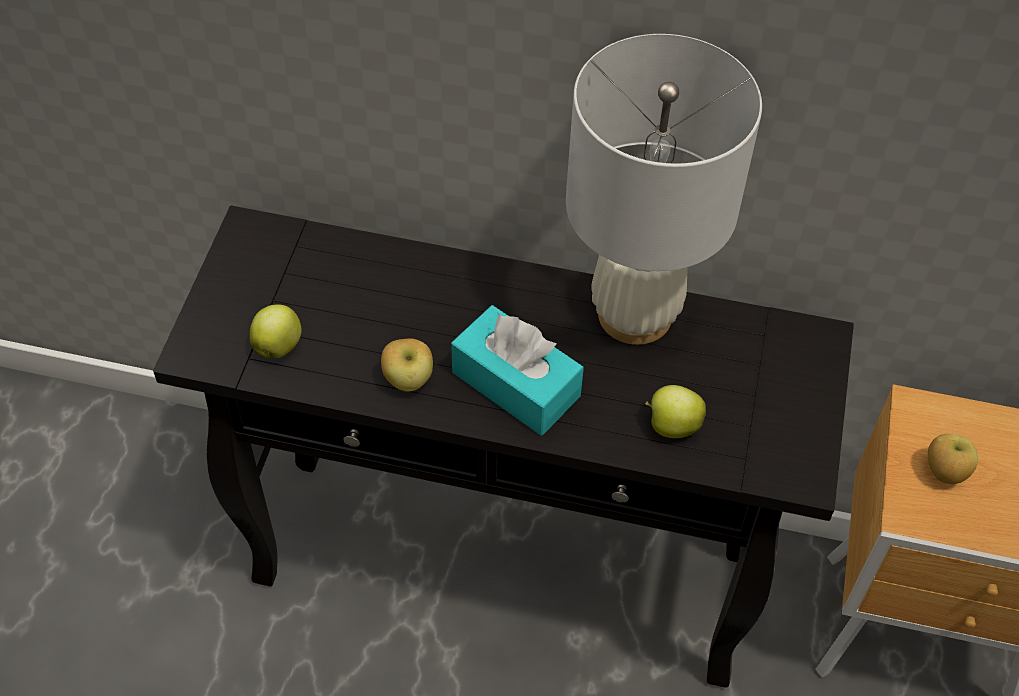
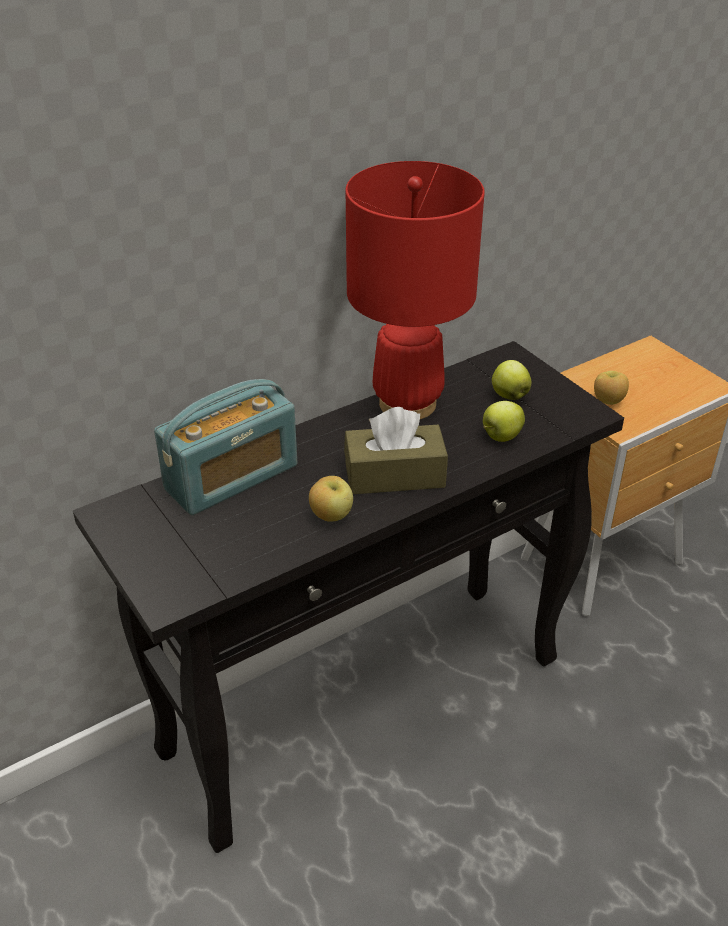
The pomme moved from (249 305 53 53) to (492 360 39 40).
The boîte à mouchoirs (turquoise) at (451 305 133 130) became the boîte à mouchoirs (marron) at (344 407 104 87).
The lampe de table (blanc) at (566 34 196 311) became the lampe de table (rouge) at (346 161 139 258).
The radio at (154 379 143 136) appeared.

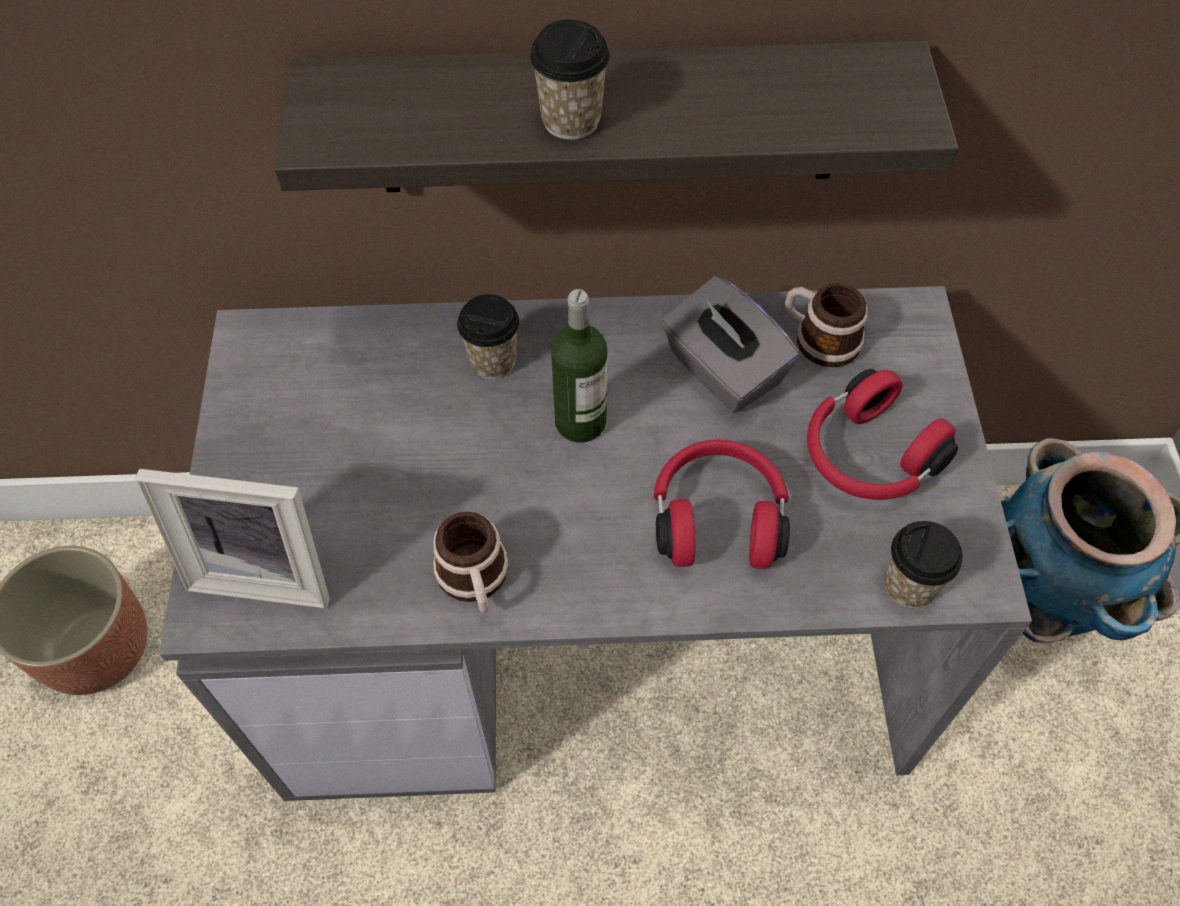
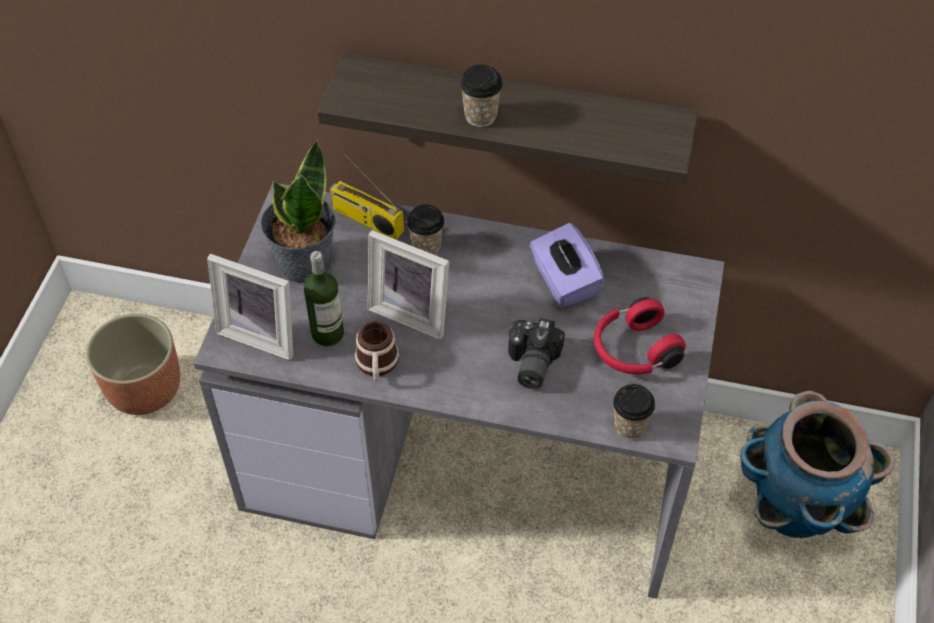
The bouteille moved from (551 289 56 154) to (304 251 40 95).
The casque audio (rouge) at (654 440 136 129) was replaced by the appareil photo at (508 318 57 71).
The boîte à mouchoirs (gris) at (661 276 139 137) became the boîte à mouchoirs (violet) at (530 223 74 85).
The mug at (785 283 83 84) disappeared.
The plante en pot at (260 139 76 145) appeared.
The radio at (330 154 74 86) appeared.
The cadre photo at (368 230 81 110) appeared.

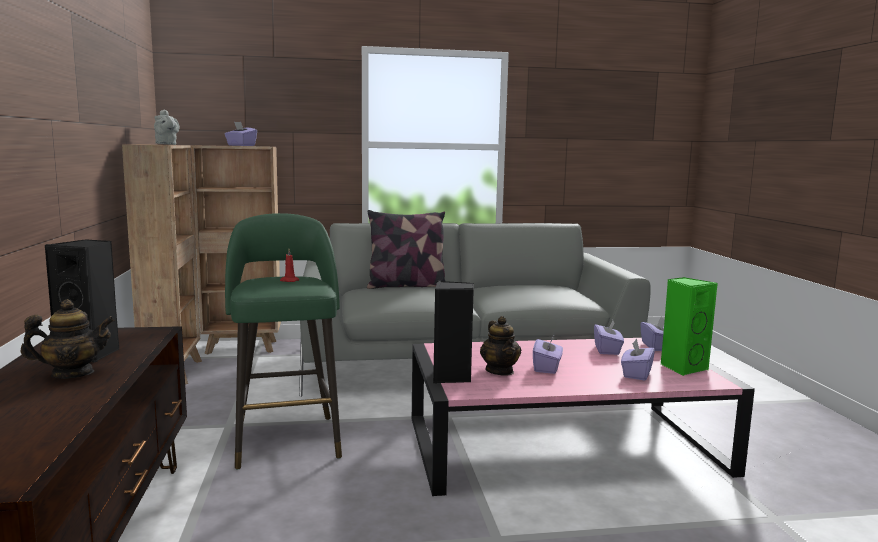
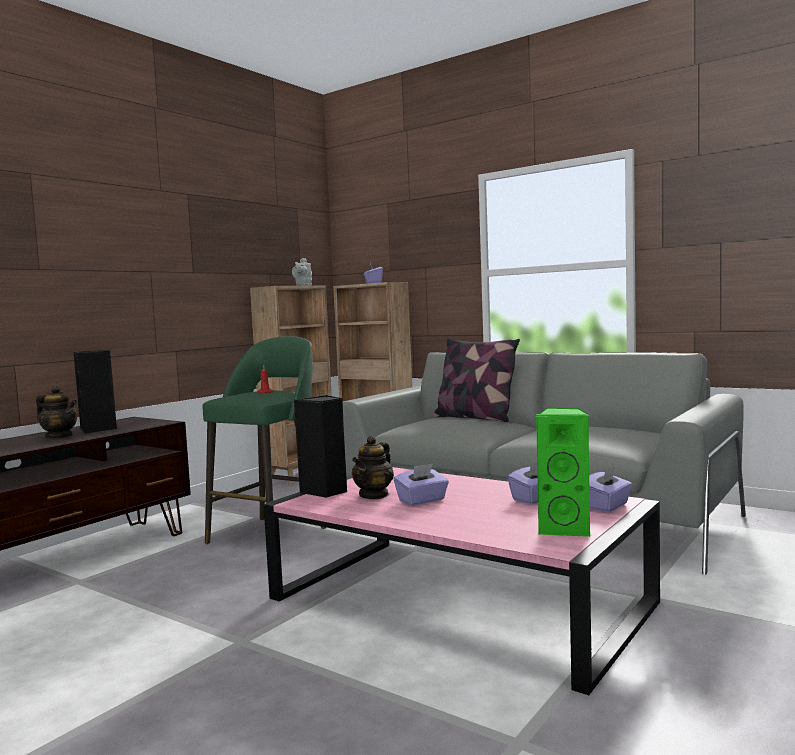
The boîte à mouchoirs (violet) at (621 338 34 42) disappeared.

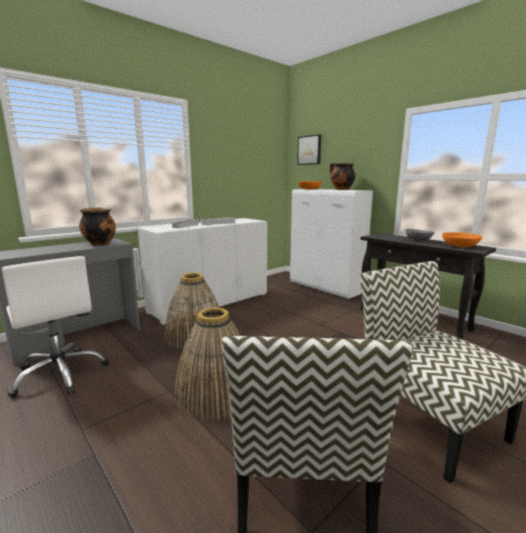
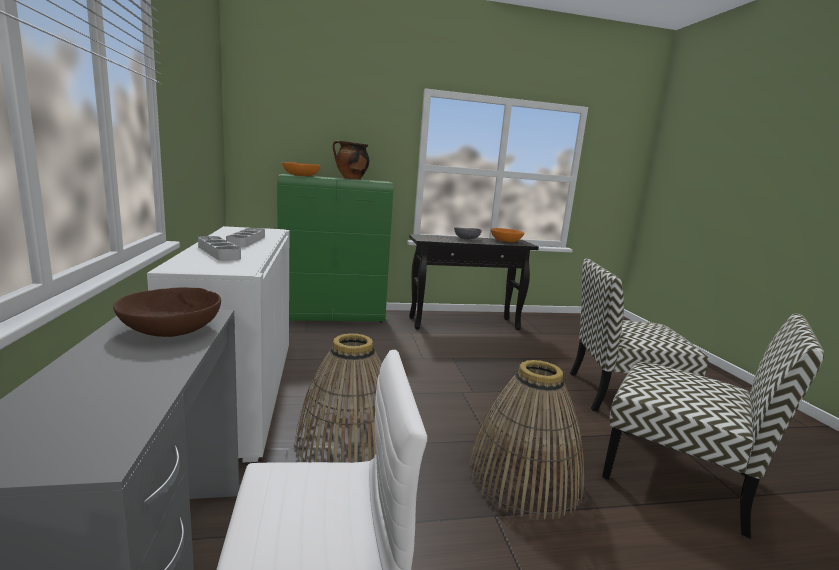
The marmite at (79 207 37 39) was replaced by the bol (marron) at (113 287 108 50).
The meuble de rangement (blanc) at (290 189 83 111) became the meuble de rangement (vert) at (277 174 117 149).
The tableau at (297 134 24 31) disappeared.

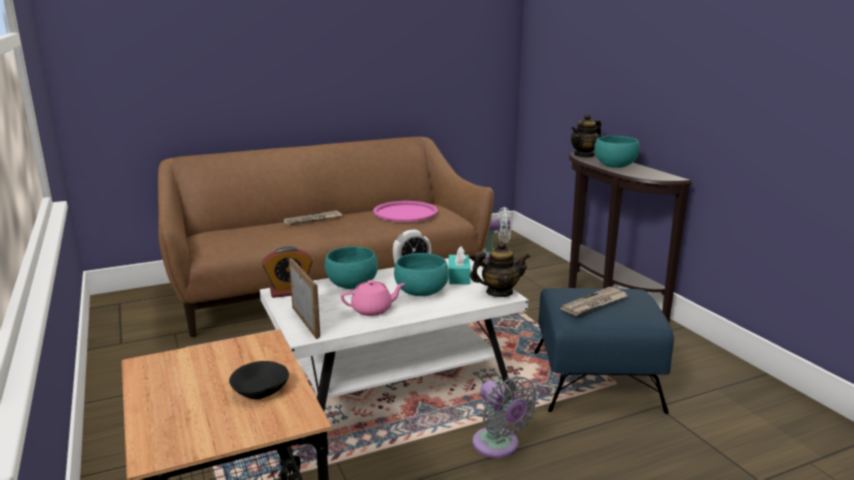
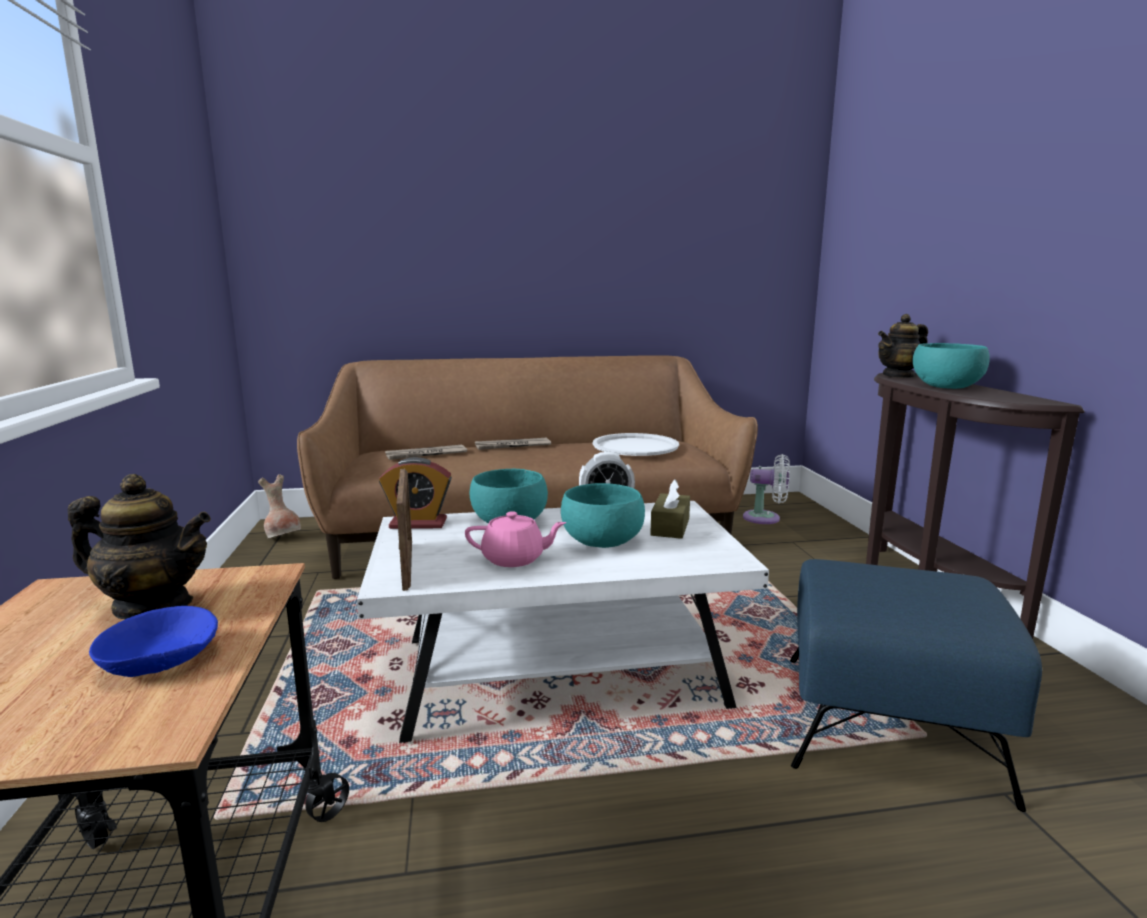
The bol (noir) at (229 361 60 39) became the bol (bleu) at (89 606 129 71).
The plateau (rose) at (373 201 65 21) became the plateau (blanc) at (593 433 86 23).
The boîte à mouchoirs (turquoise) at (449 246 22 38) became the boîte à mouchoirs (marron) at (650 479 40 60).
The théière moved from (470 241 60 56) to (68 474 143 145).
The ventilateur (gris) at (473 376 65 82) disappeared.
The journal moved from (560 287 67 29) to (385 445 82 15).
The vase (marron) at (258 474 43 64) appeared.

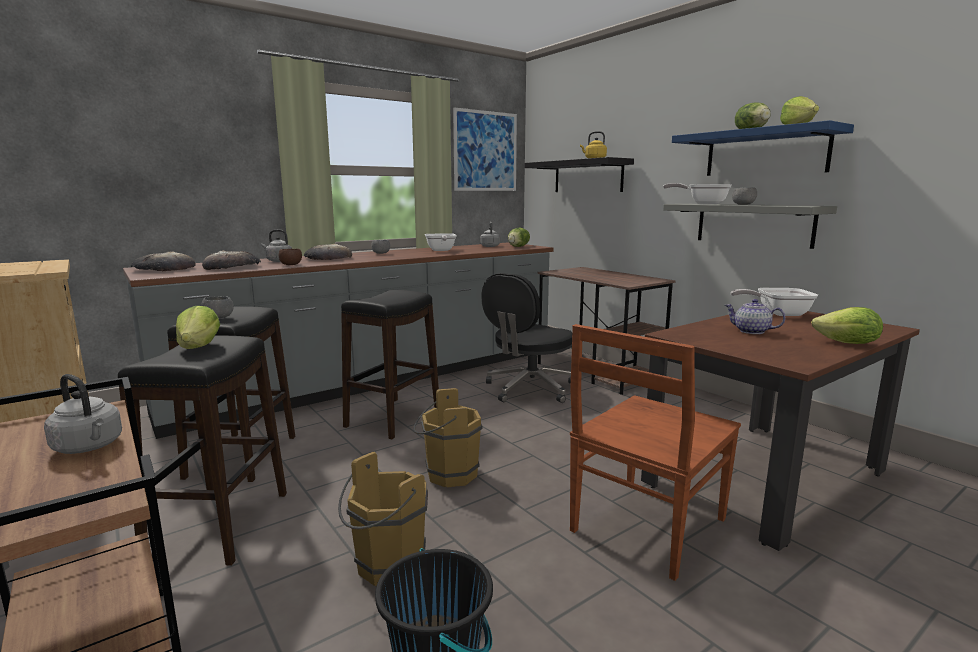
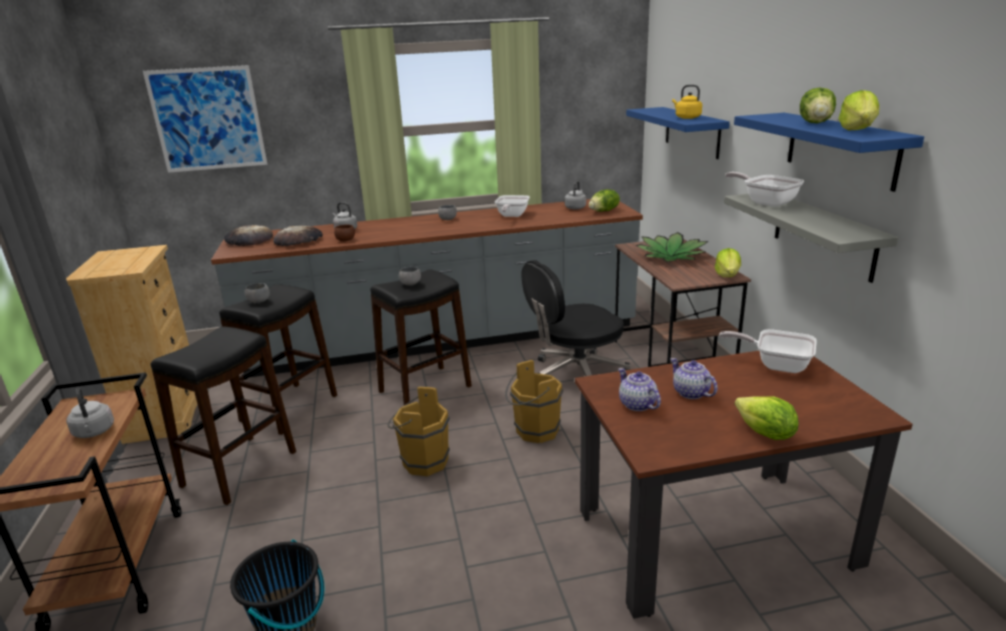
The laitue moved from (176 306 44 43) to (715 248 26 29).
The pain at (304 244 48 16) disappeared.
The seau (marron) moved from (338 452 90 134) to (505 360 58 83).
The tableau moved from (453 107 64 84) to (143 65 124 108).
The étagère (noir) at (525 157 109 35) became the étagère (bleu) at (626 107 104 52).
The chaise (marron) at (570 324 171 257) disappeared.
The bol (gris) moved from (732 187 25 18) to (399 266 22 19).
The théière at (618 368 43 43) appeared.
The plante en pot at (635 232 73 30) appeared.

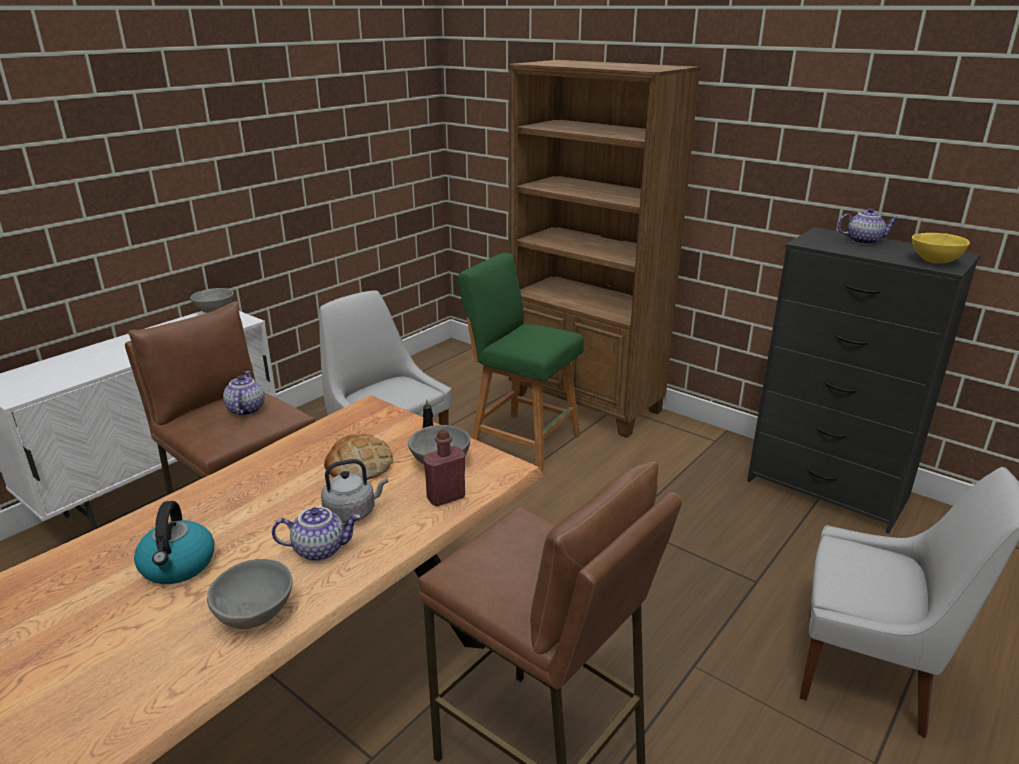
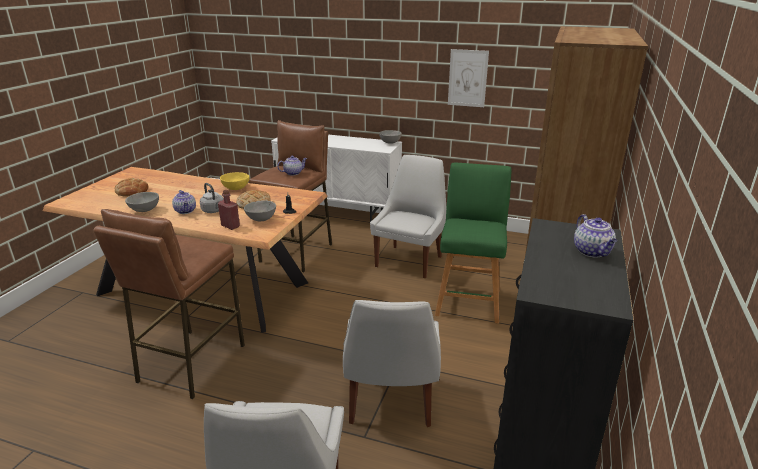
The bouilloire at (134 501 80 83) disappeared.
The bol (jaune) moved from (912 233 58 30) to (220 172 30 18).
The pain at (115 178 33 18) appeared.
The chaise (blanc) at (343 300 98 127) appeared.
The tableau at (448 49 41 58) appeared.

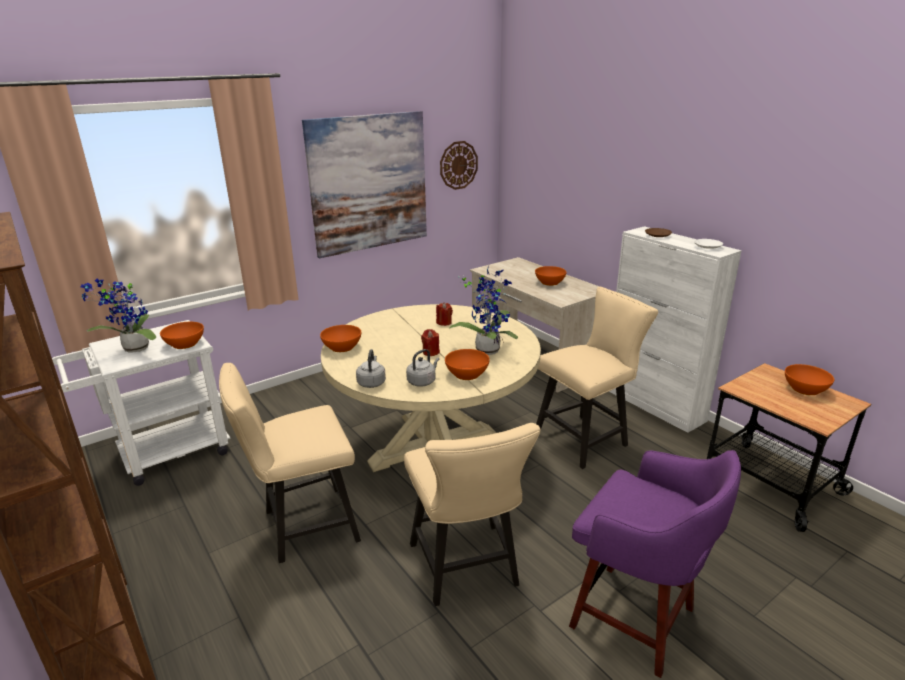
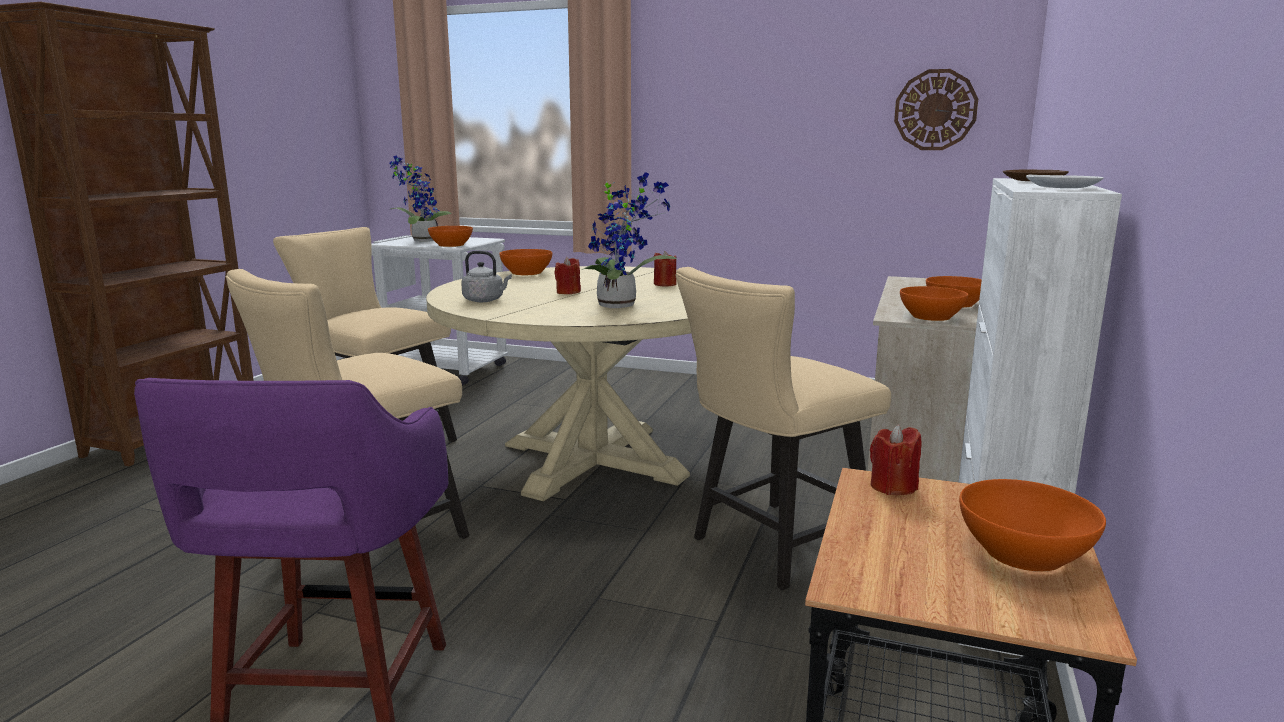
The tableau at (302 111 125 147) disappeared.
The bouilloire (gris) at (356 349 30 39) disappeared.
The bol (orange) moved from (445 349 45 31) to (900 286 68 35).
The chaise (beige) at (536 287 122 182) turned 120 degrees clockwise.
The bougie (rouge) at (870 424 51 71) appeared.

